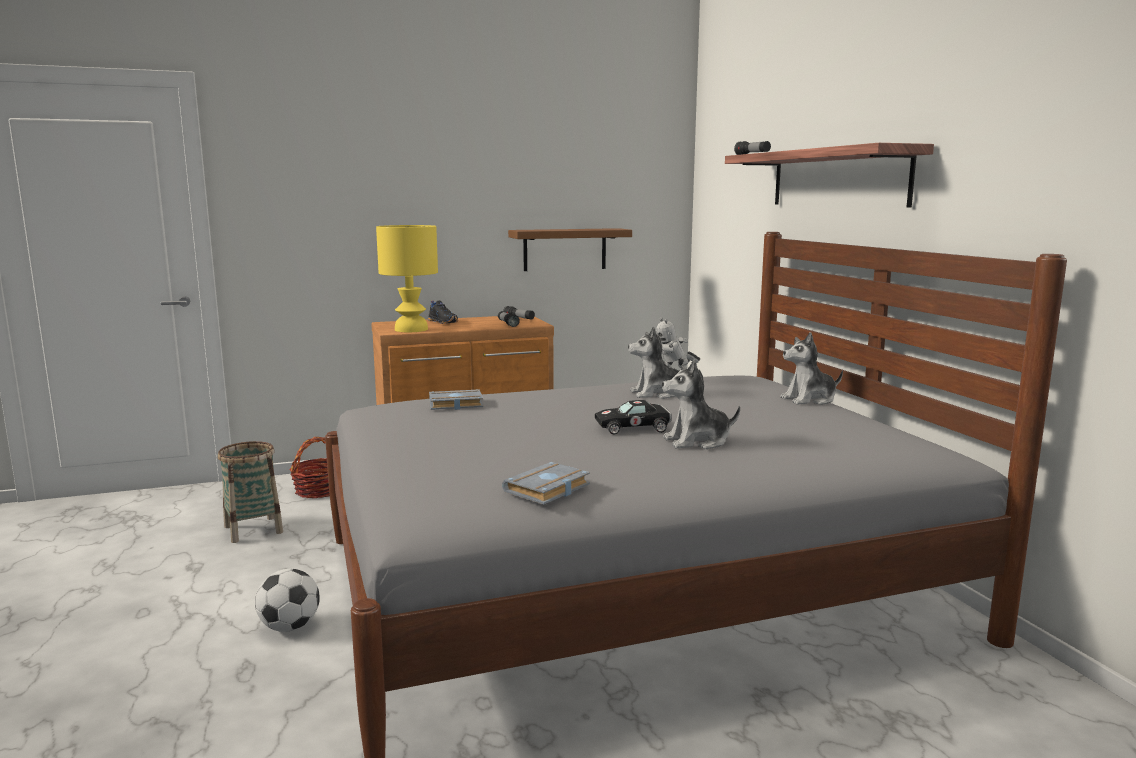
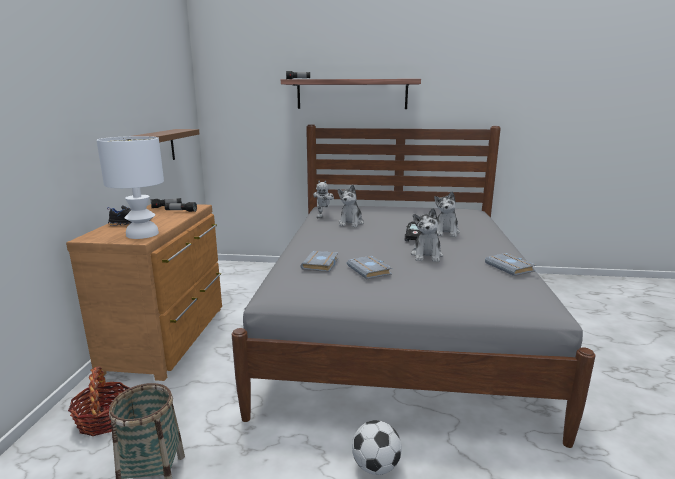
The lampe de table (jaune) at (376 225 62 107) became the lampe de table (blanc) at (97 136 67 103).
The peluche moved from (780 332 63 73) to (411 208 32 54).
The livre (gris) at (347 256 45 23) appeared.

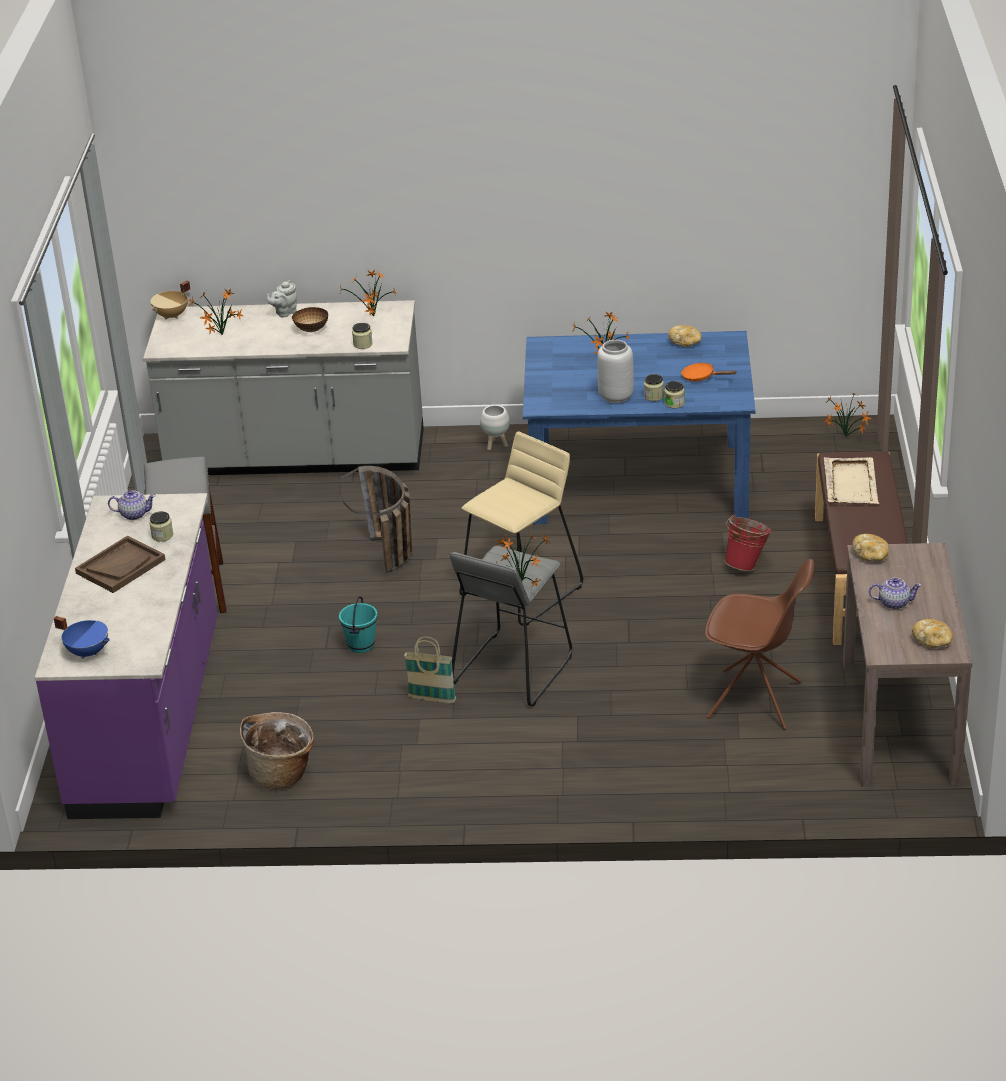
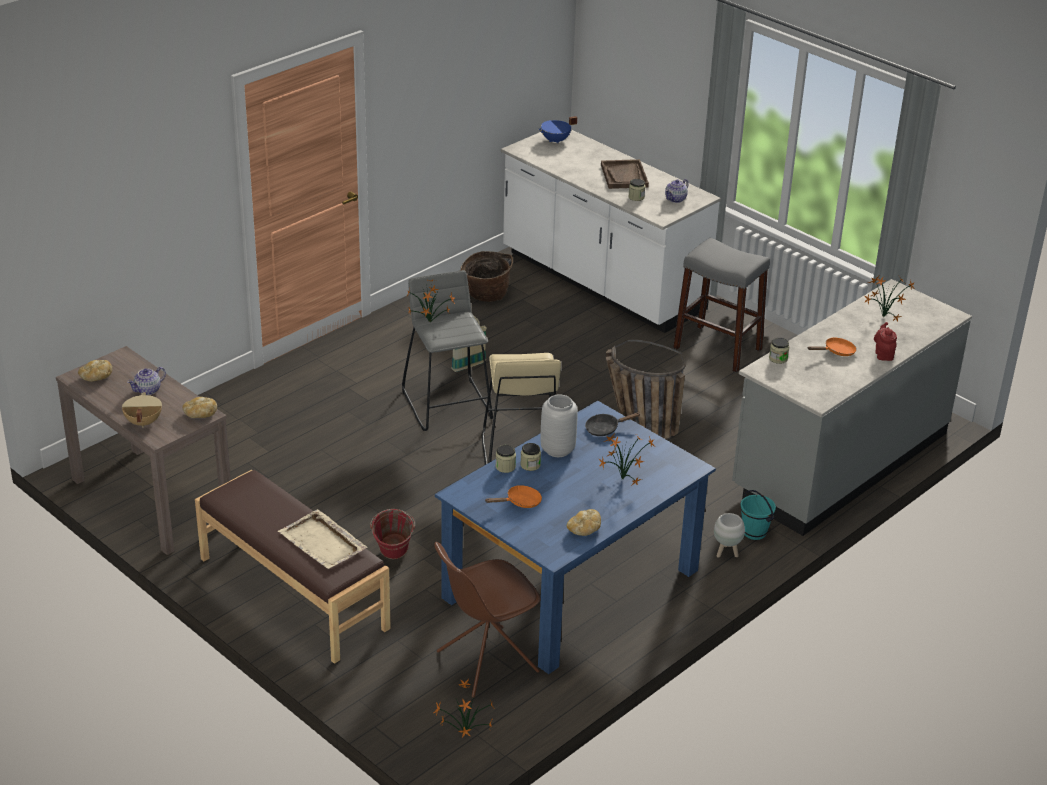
The comptoir de cuisine (violet) at (35 493 183 326) became the comptoir de cuisine (blanc) at (501 130 220 203).
The marmite (beige) moved from (151 281 39 39) to (122 392 40 36).
The théière (gris) at (267 280 30 37) became the théière (rouge) at (874 322 23 39).
The bol at (291 307 37 25) was replaced by the poêle (orange) at (807 337 50 19).
The plante en pot at (339 270 58 46) disappeared.
The seau (turquoise) moved from (339 596 39 57) to (740 490 36 50).
The chaise (marron) moved from (705 559 109 171) to (434 542 107 155).
The poêle (noir) at (585 412 55 24) appeared.

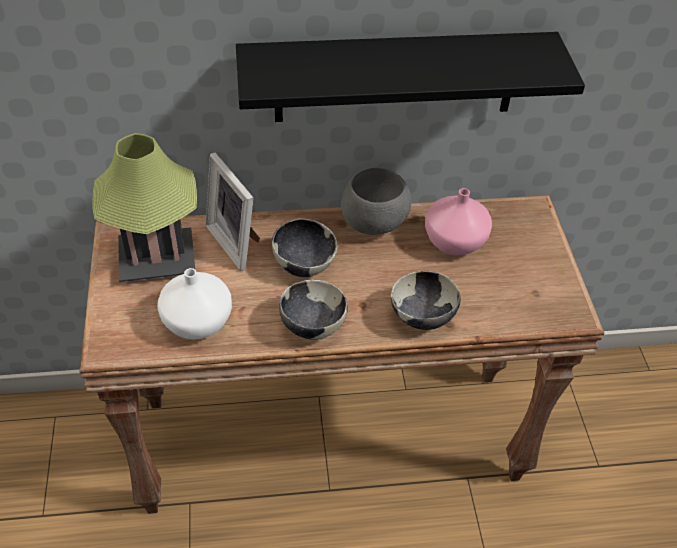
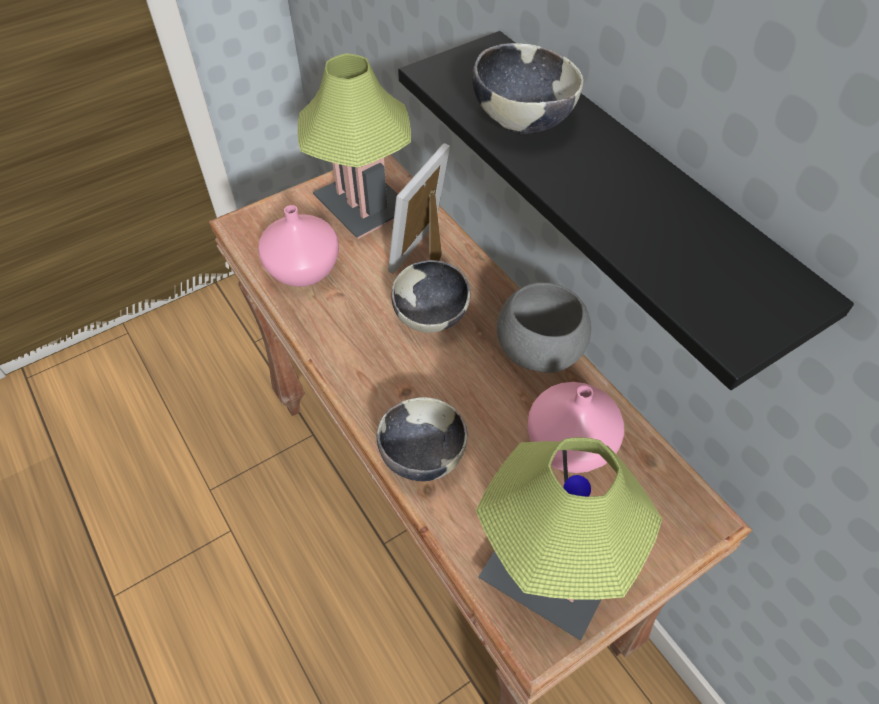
The vase (blanc) at (158 268 74 72) became the vase (rose) at (258 205 81 82).
The bol moved from (279 280 69 59) to (472 43 112 91).
The lampe de table at (476 437 186 203) appeared.

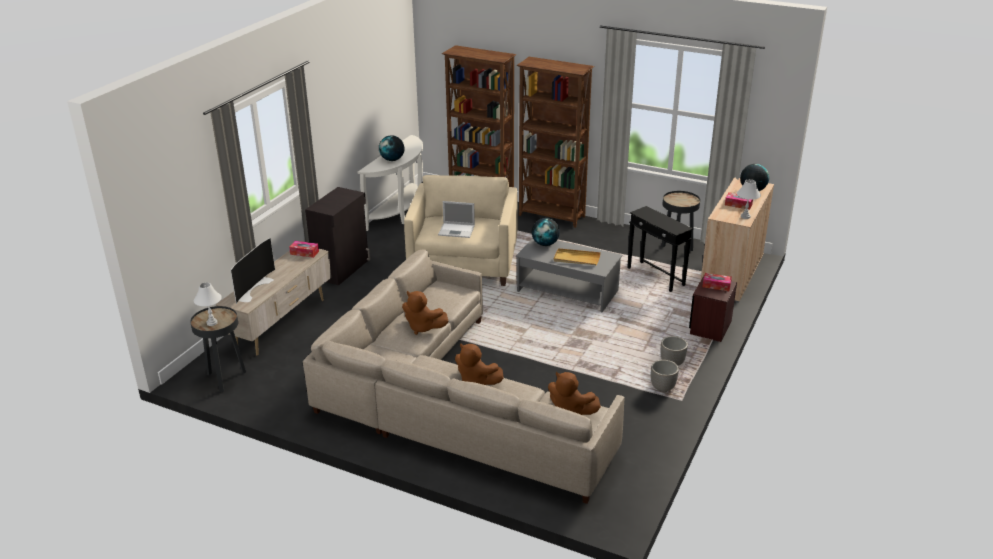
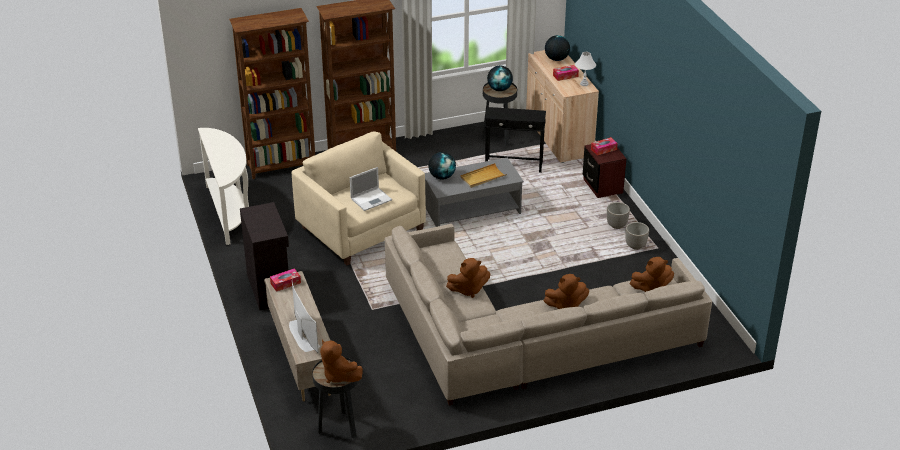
The lampe de table (blanc) at (194 282 28 44) was replaced by the peluche (marron) at (320 340 43 43).
The globe moved from (379 135 26 26) to (487 66 26 25).

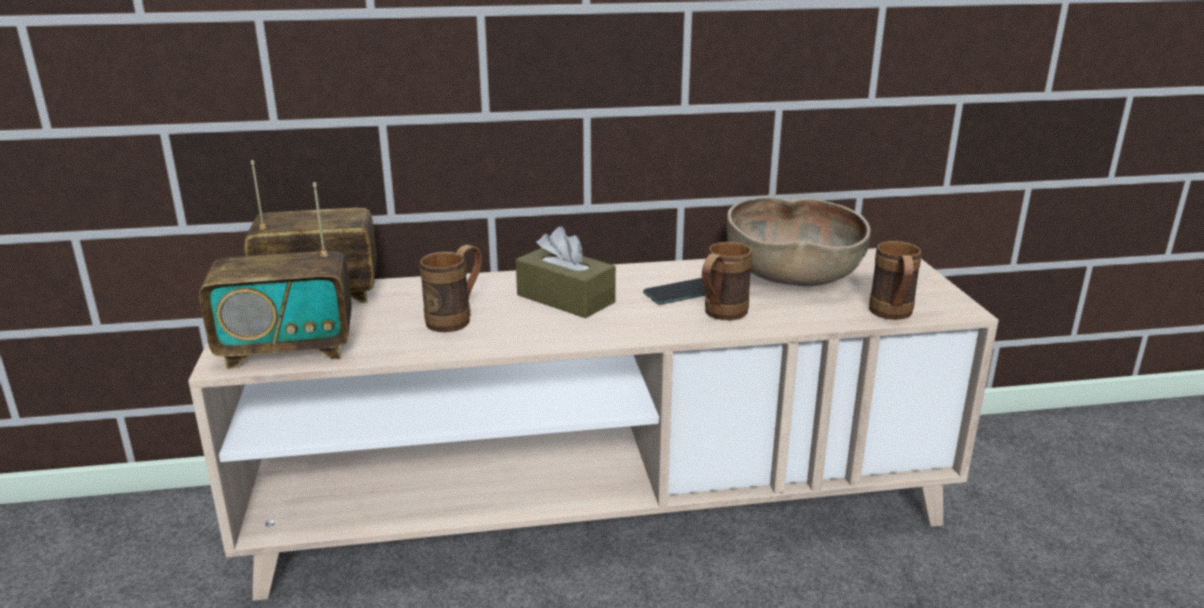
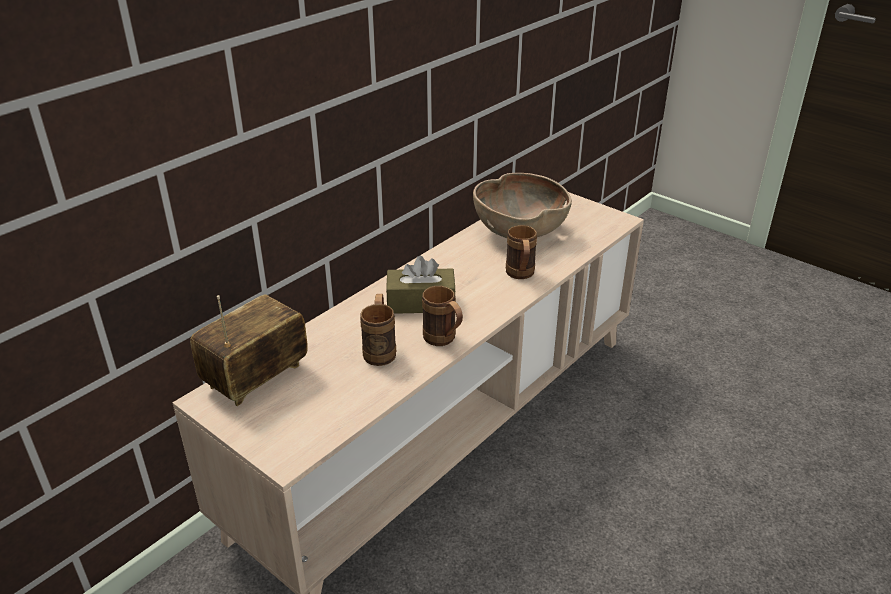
The radio at (199 182 153 187) disappeared.
The téléphone at (643 278 64 27) disappeared.
The mug (marron) moved from (869 241 52 79) to (422 286 41 60).

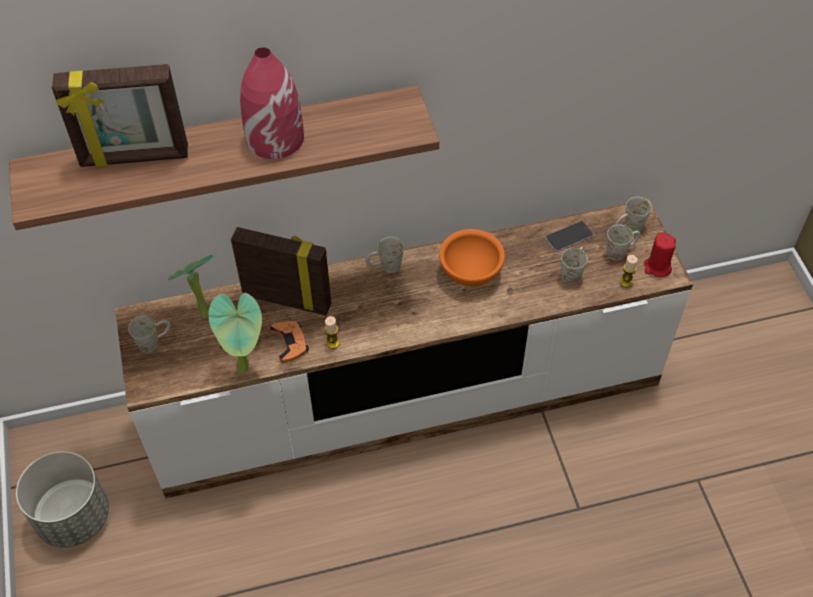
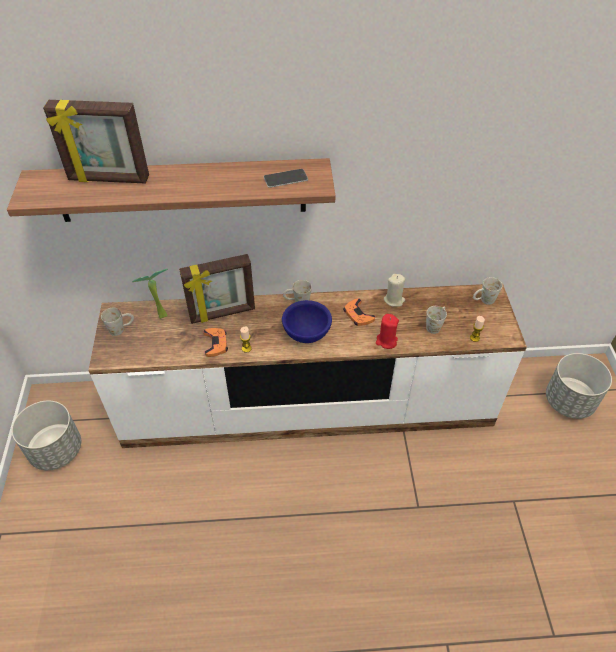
The plante en pot at (208 293 54 81) disappeared.
The cadre photo at (231 227 101 89) turned 135 degrees clockwise.
The vase (rouge) at (240 47 64 112) disappeared.
The bol (orange) at (439 229 66 57) was replaced by the manette (orange) at (343 298 32 28).
The téléphone moved from (545 221 49 30) to (263 169 45 19).
The mug (blanc) at (607 224 33 37) disappeared.
The bougie (rouge) moved from (644 233 32 44) to (376 314 23 35).
The bol (bleu) at (282 300 50 43) appeared.
The bougie (beige) at (384 274 21 33) appeared.
The cache-pot (gris) at (546 353 66 66) appeared.

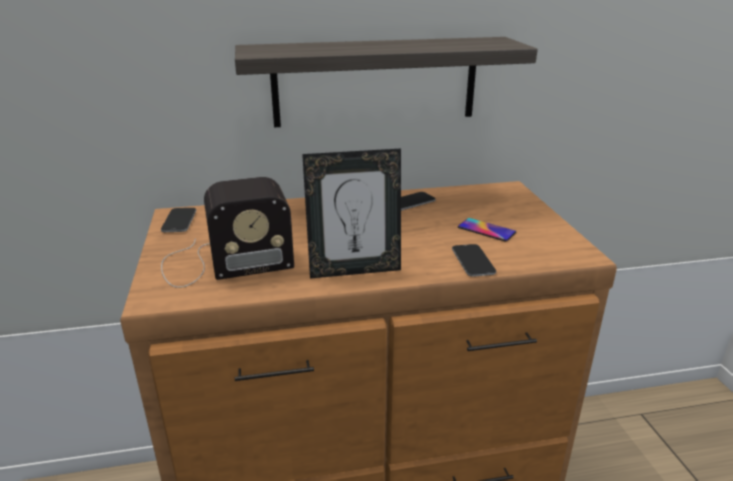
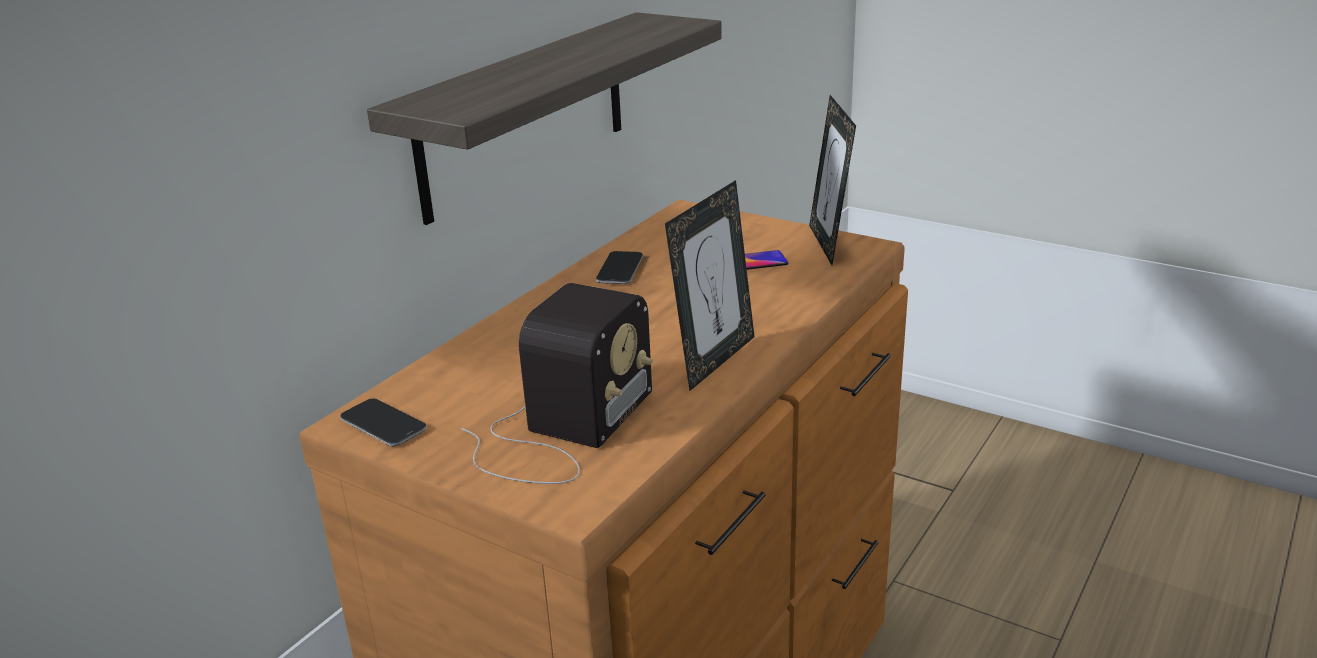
The téléphone at (452 244 44 33) disappeared.
The cadre photo at (809 95 47 170) appeared.

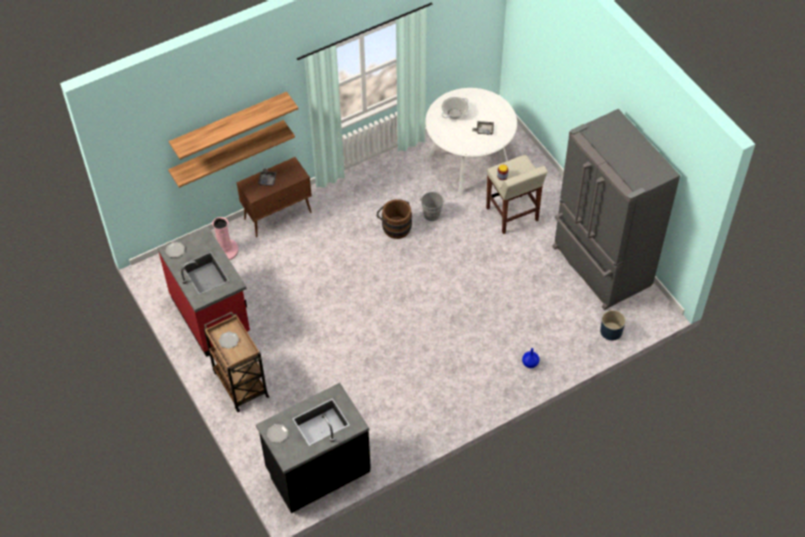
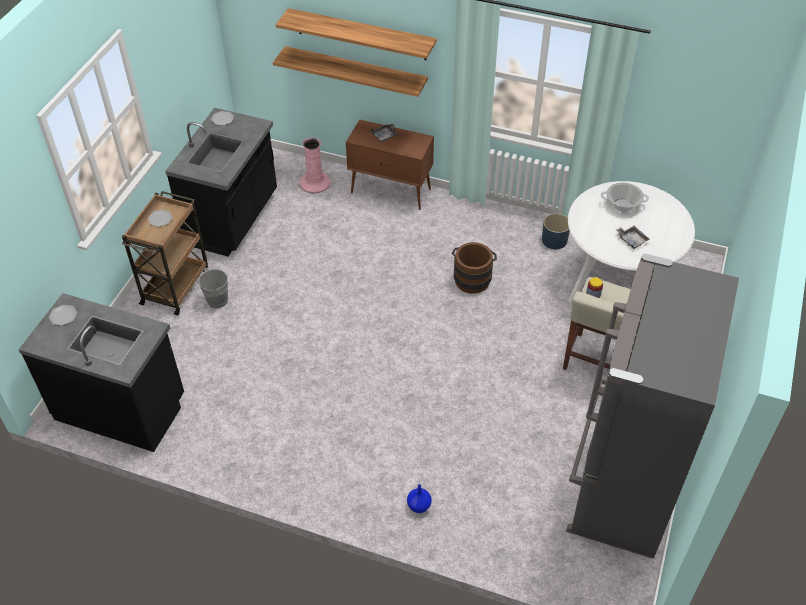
The comptoir de cuisine (rouge) at (157 226 93 131) became the comptoir de cuisine (noir) at (165 108 112 149).
The seau (gris) moved from (420 192 24 29) to (194 267 34 41).
The cache-pot (bleu) moved from (600 310 25 31) to (542 214 28 35).

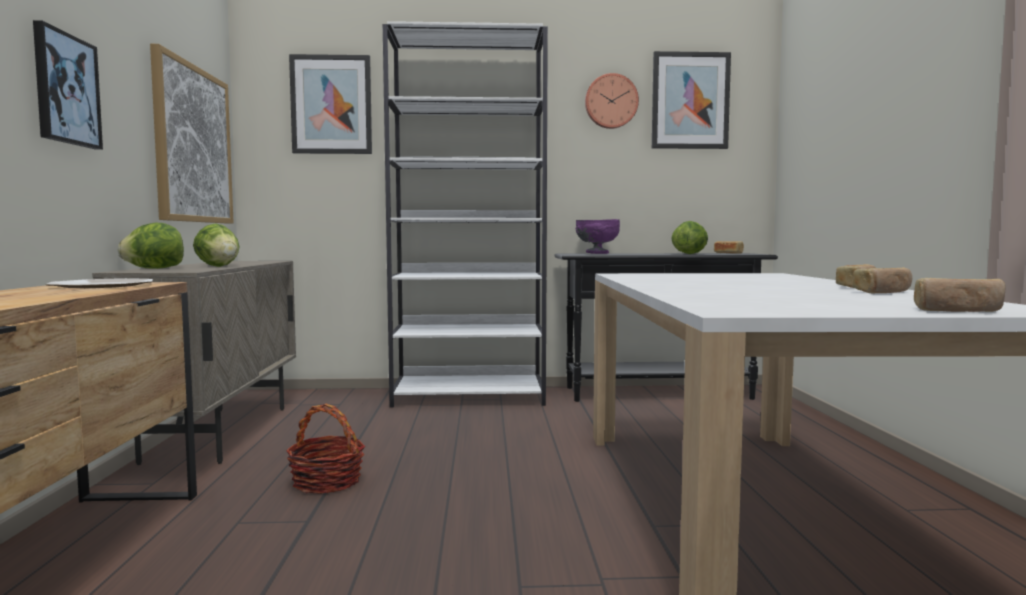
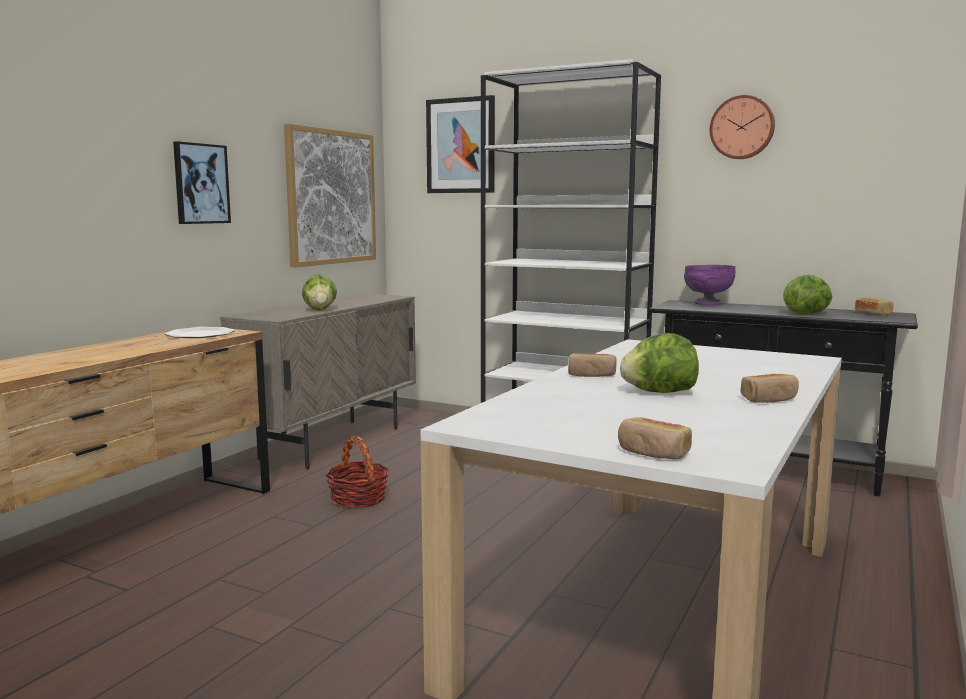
The laitue moved from (118 223 66 46) to (620 333 79 60).
The tableau at (652 51 79 98) disappeared.
The pain moved from (853 267 59 26) to (568 353 49 24).

